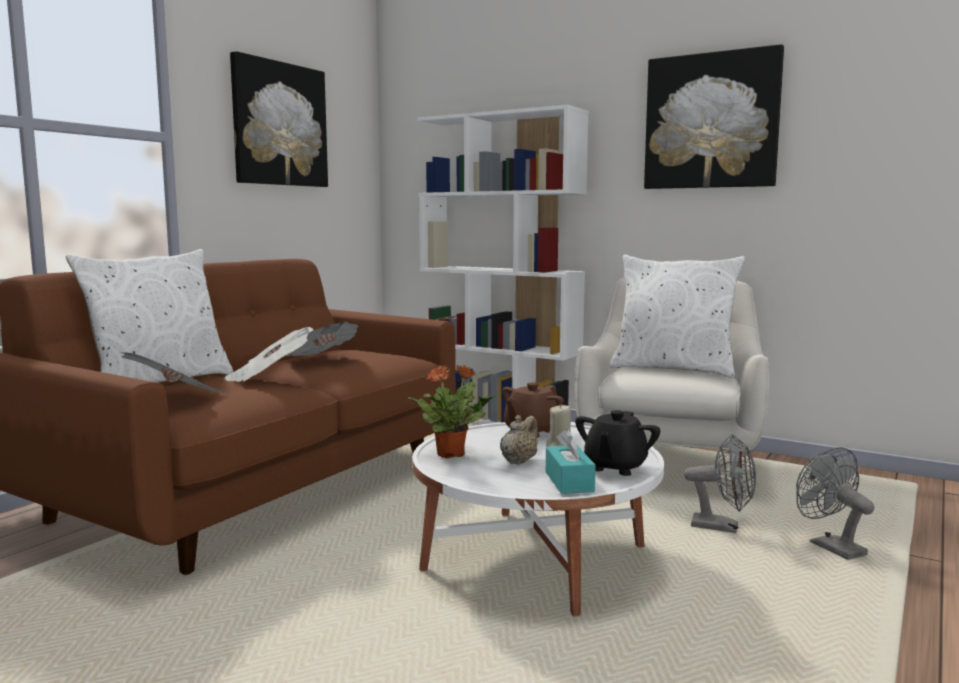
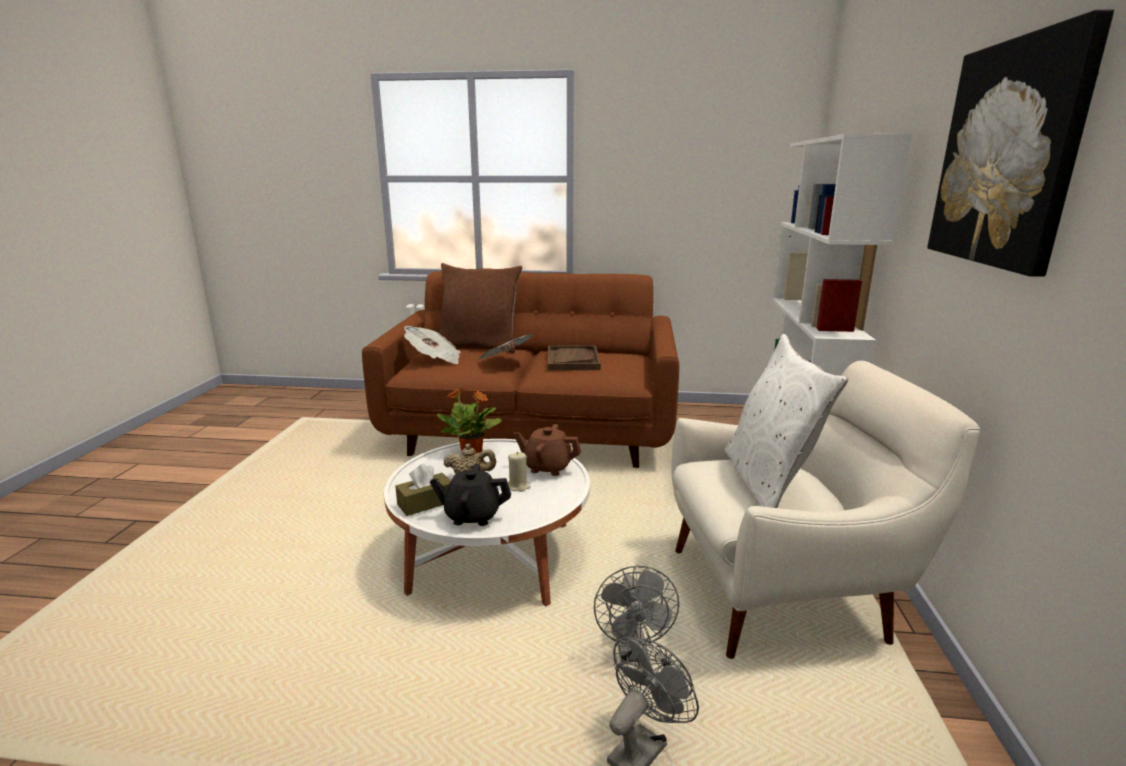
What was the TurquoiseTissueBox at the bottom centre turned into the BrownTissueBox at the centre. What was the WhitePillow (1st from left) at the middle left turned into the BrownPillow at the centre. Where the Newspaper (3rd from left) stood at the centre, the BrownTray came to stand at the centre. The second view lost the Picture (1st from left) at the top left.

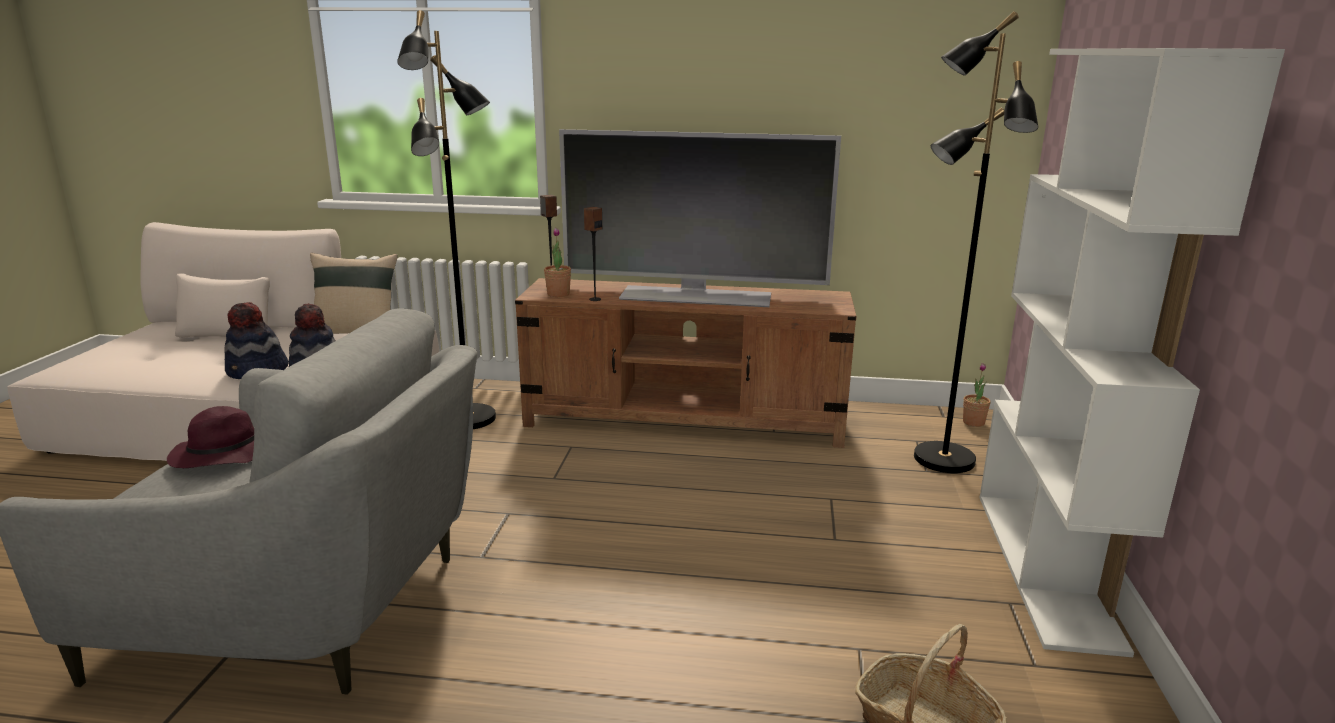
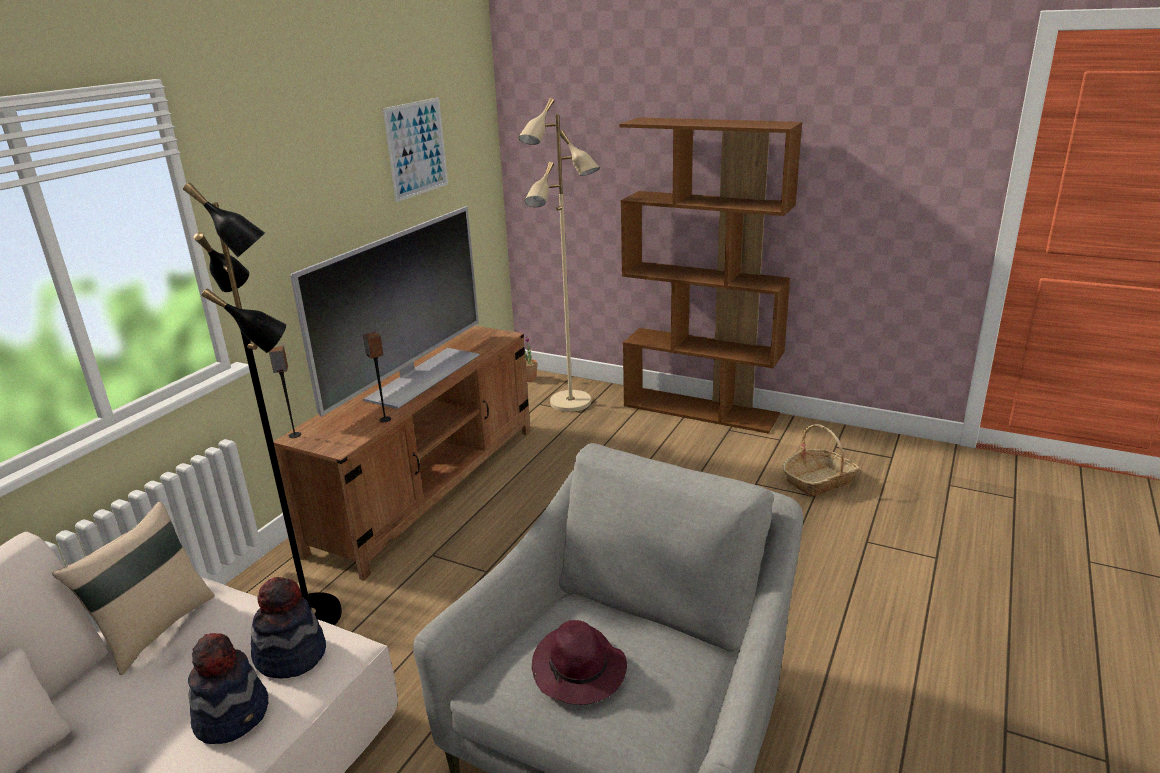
The second view gained the Picture at the top centre. What was the BlackFloorLamp (2nd from left) at the middle right turned into the BeigeFloorLamp at the top centre. What was the WhiteBookcase at the middle right turned into the BrownBookcase at the centre. The second view lost the PottedPlant (1st from left) at the centre.

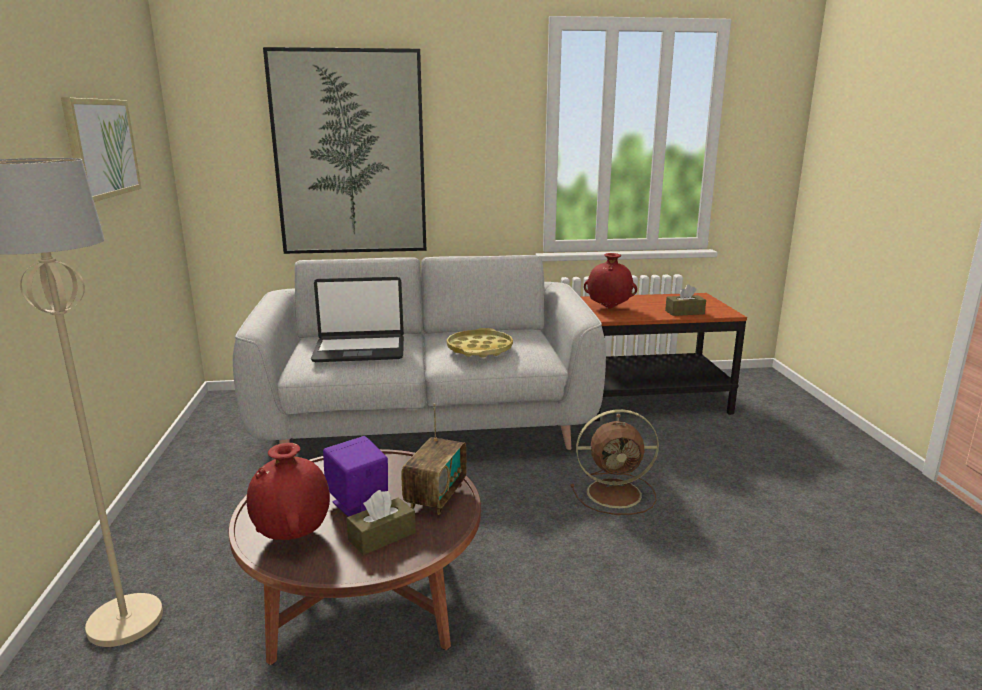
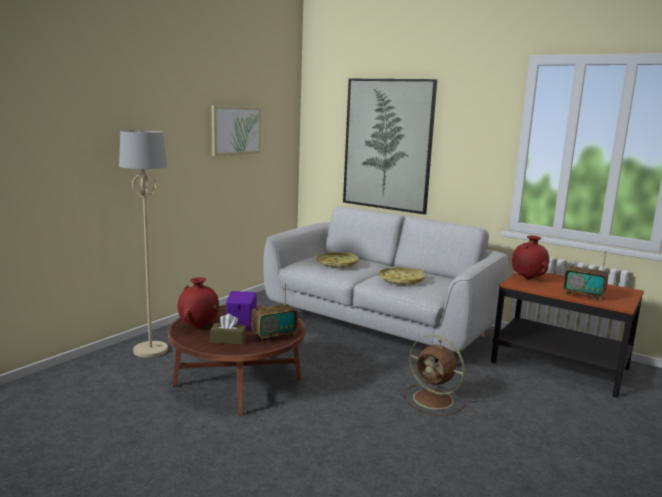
Where the Laptop stood at the centre, the YellowTray (1st from left) came to stand at the centre. Where the BrownTissueBox (2nd from left) stood at the middle right, the Radio (2nd from left) came to stand at the middle right.

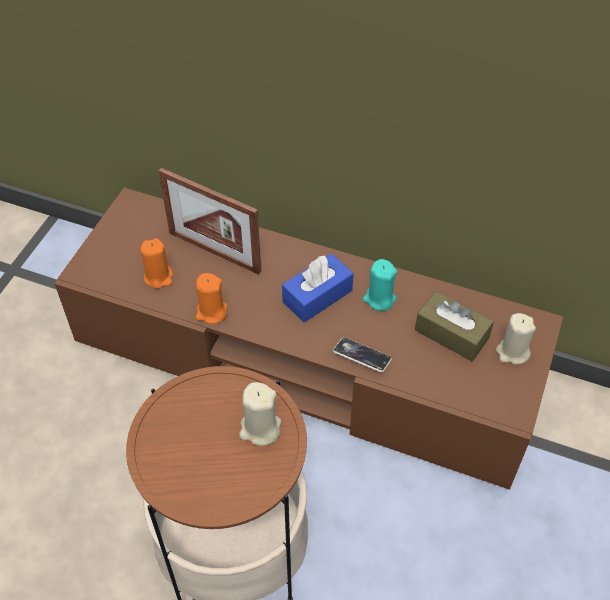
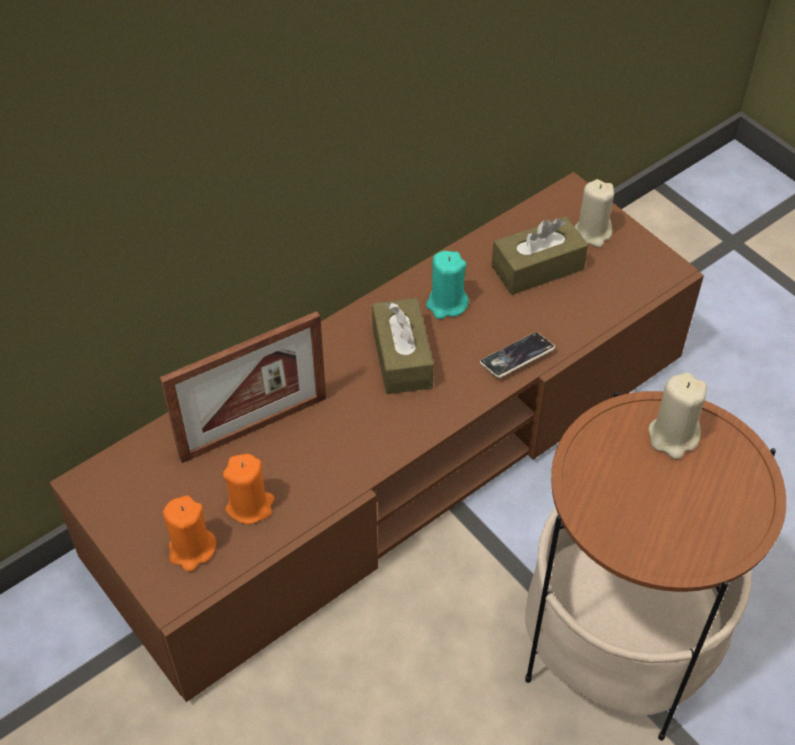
The OrangeCandle (2nd from left in the first image) ended up elsewhere, having gone from the centre to the bottom left. What was the BlueTissueBox at the centre turned into the BrownTissueBox (1st from left) at the centre.

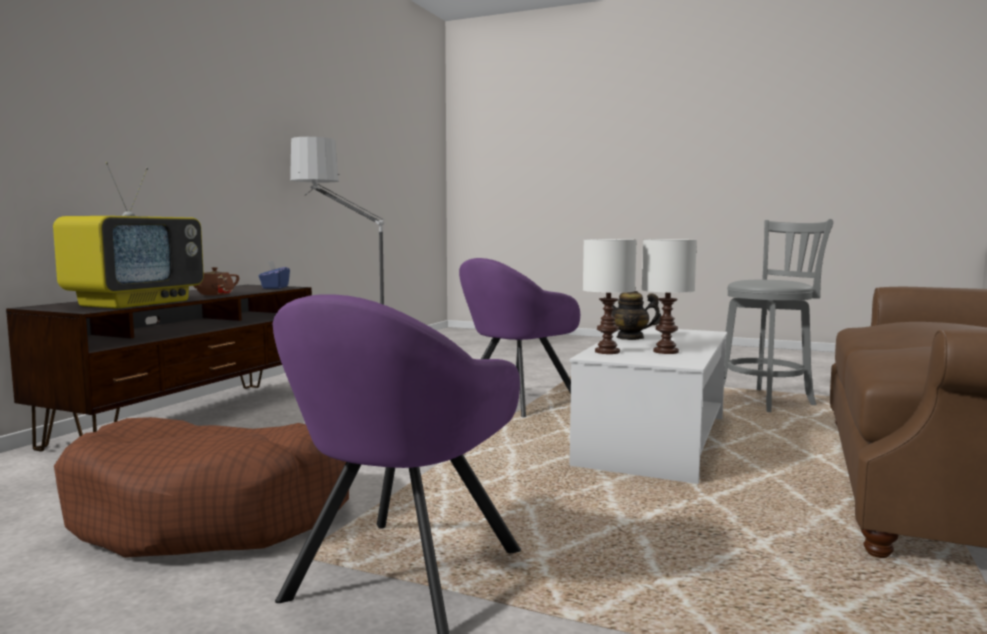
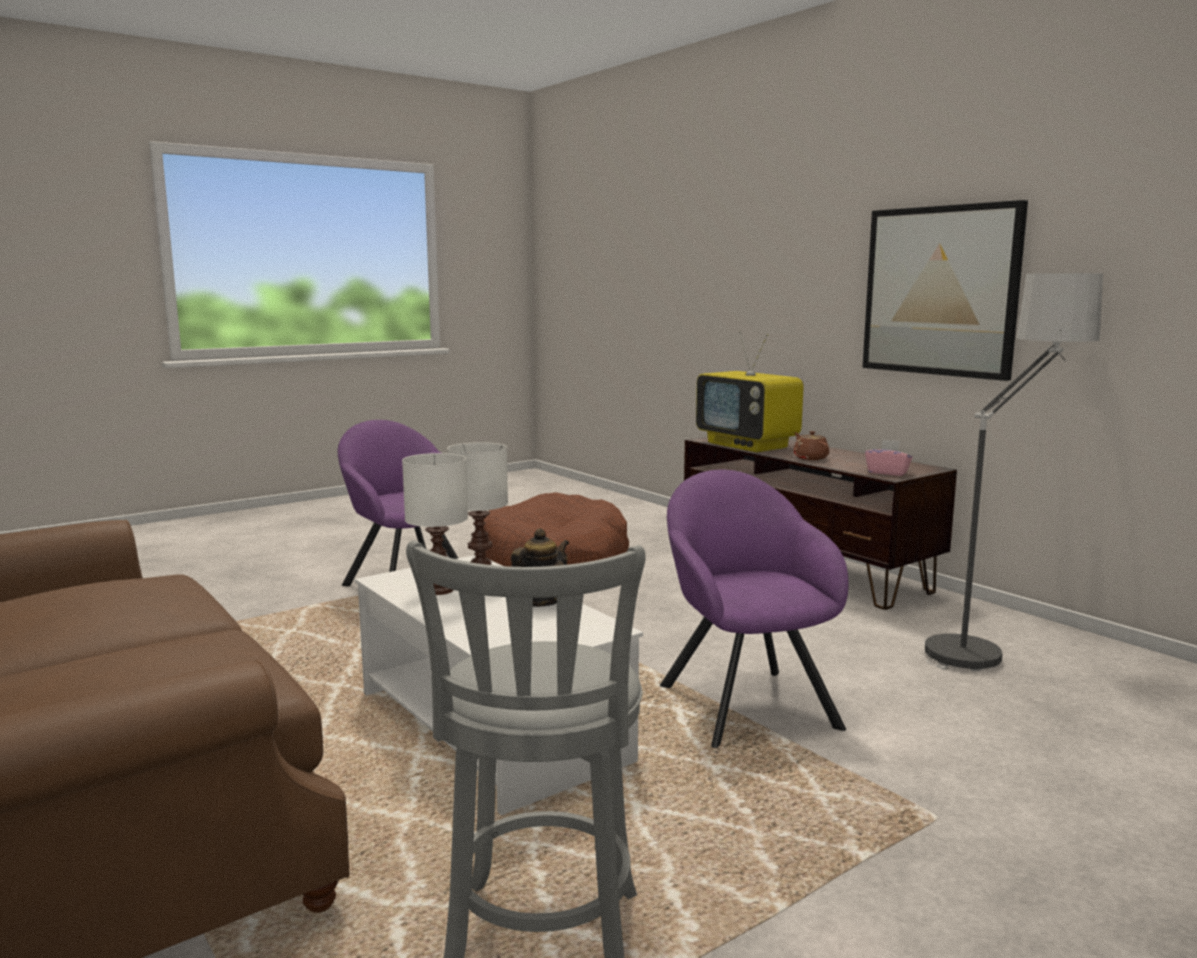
The second view gained the Picture at the top right. What was the BlueTissueBox at the middle left turned into the PinkTissueBox at the middle right.

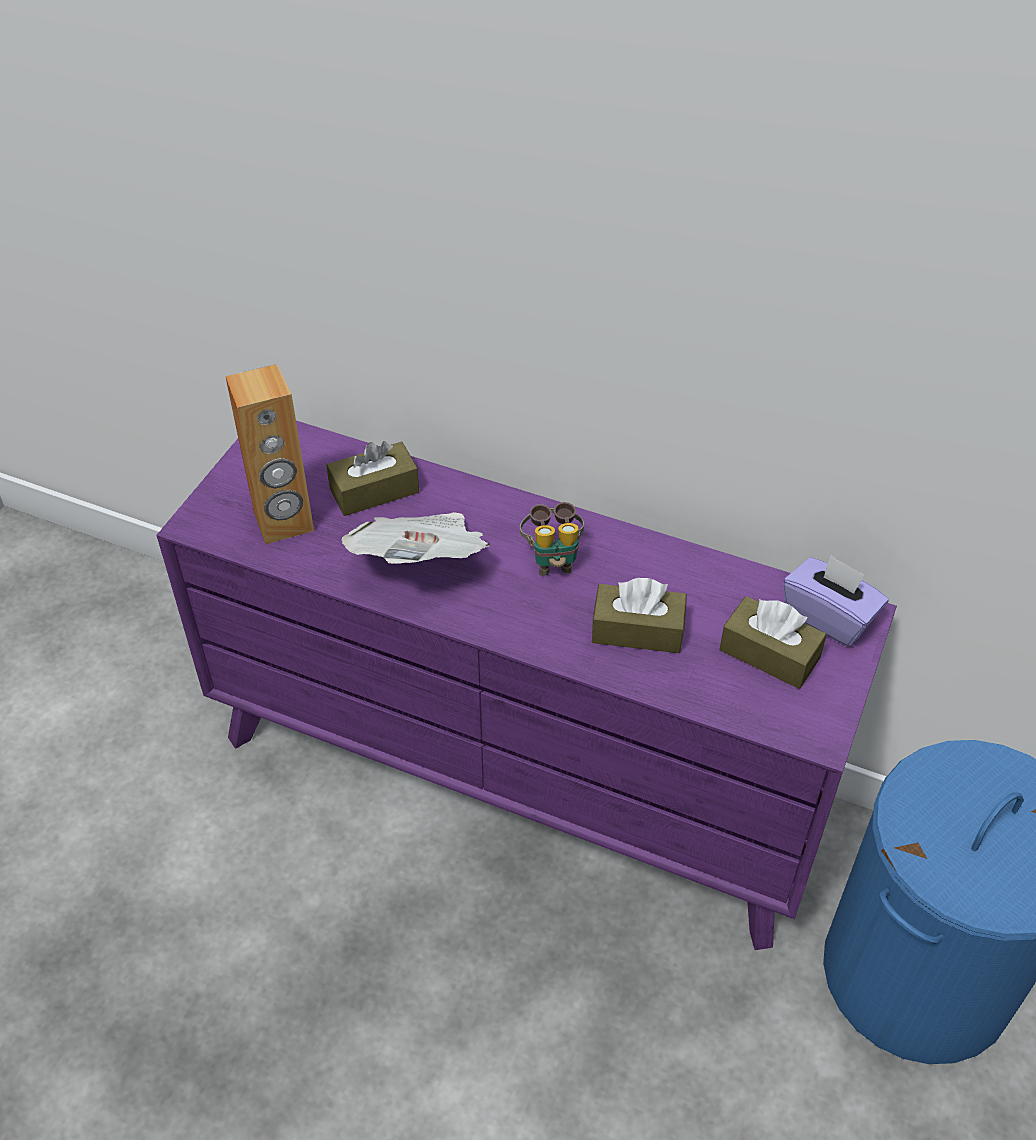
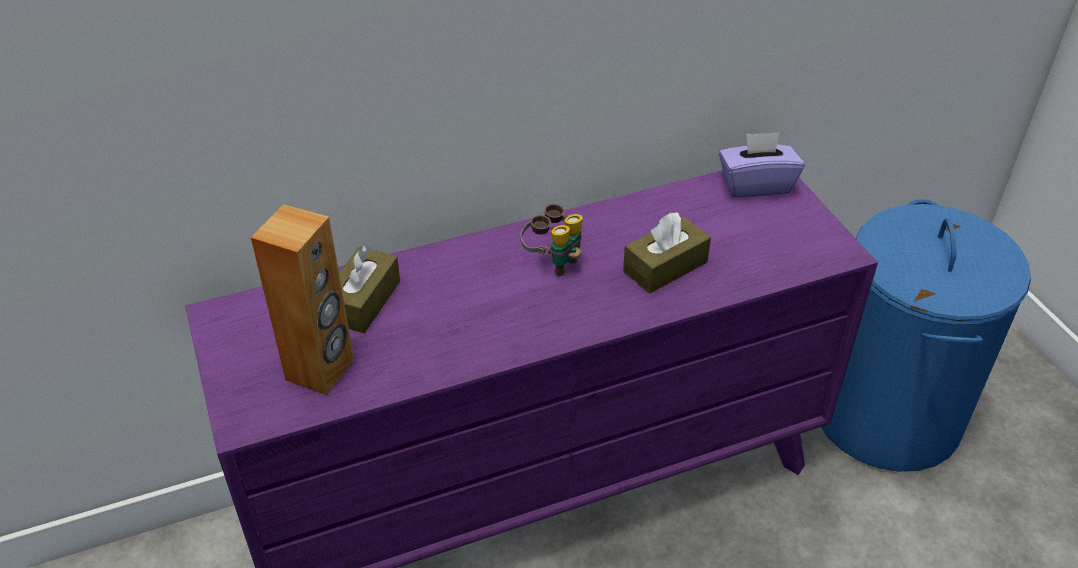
The second view lost the Newspaper at the centre. The second view lost the BrownTissueBox (3rd from left) at the middle right.

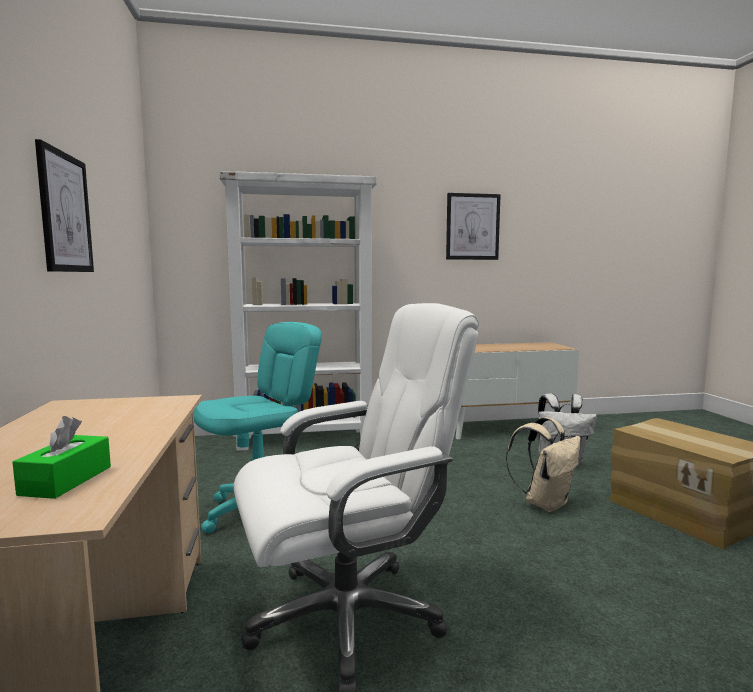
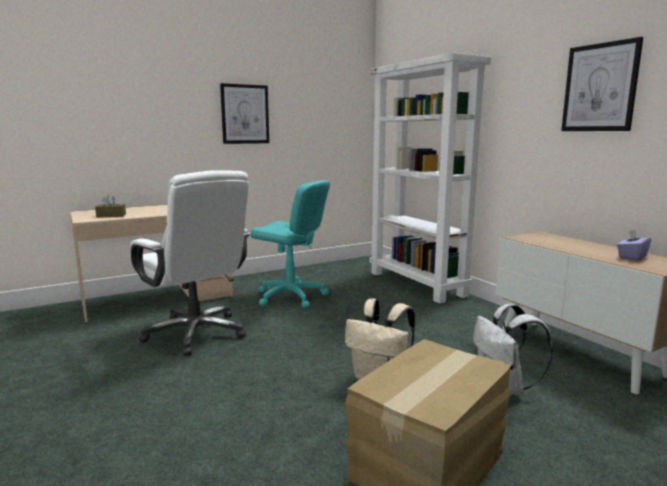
What was the GreenTissueBox at the middle left turned into the BrownTissueBox at the middle left. The second view gained the PurpleTissueBox at the middle right.

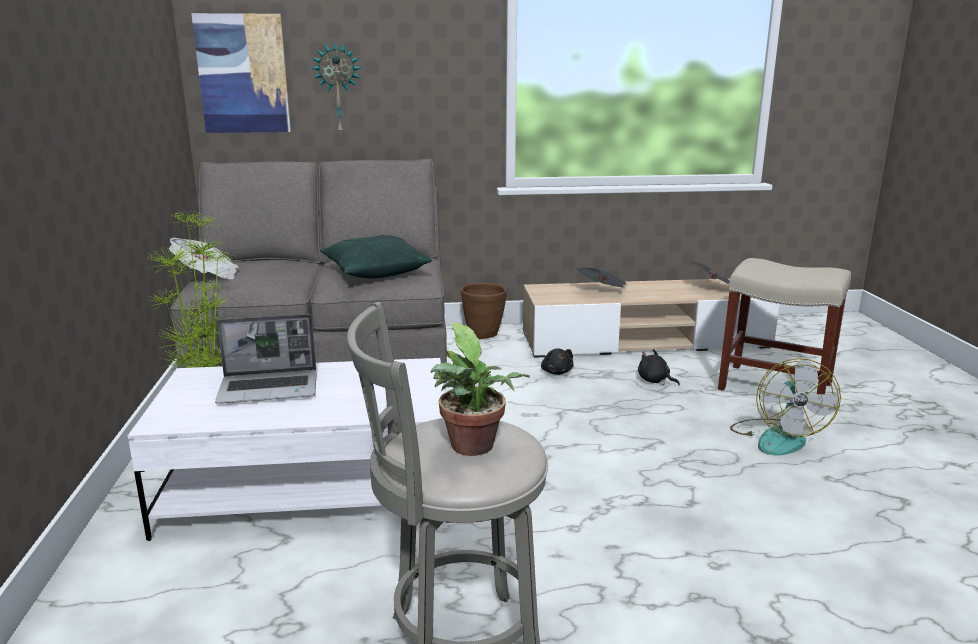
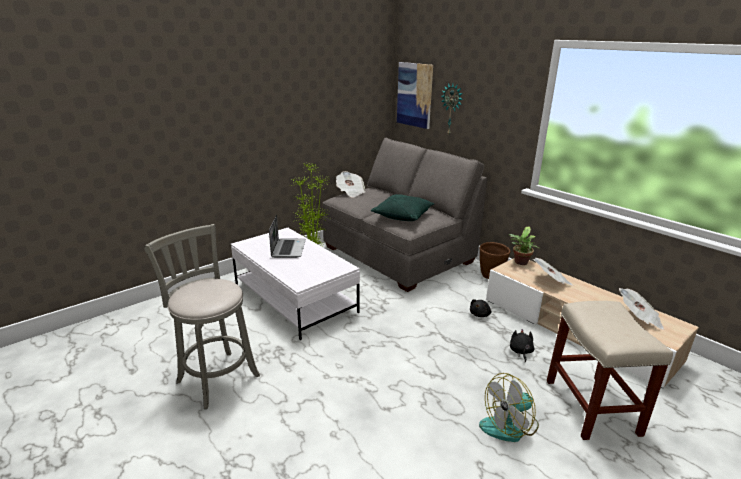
The Laptop at the middle left ended up facing another way, 135 degrees counterclockwise from before. The PottedPlant (2nd from left) ended up elsewhere, having gone from the centre to the middle right.

